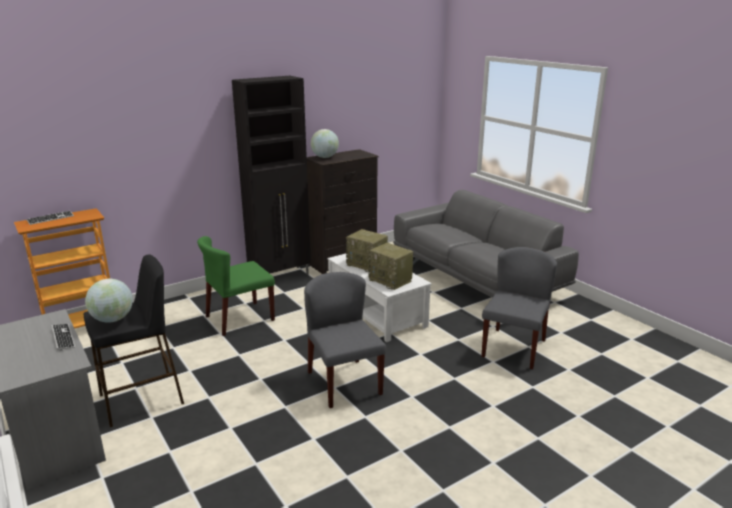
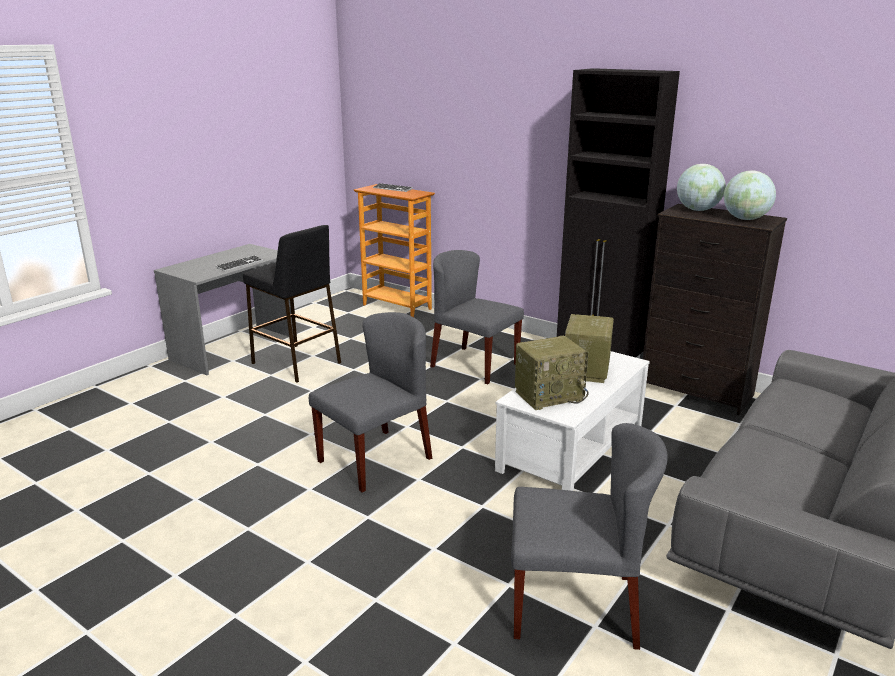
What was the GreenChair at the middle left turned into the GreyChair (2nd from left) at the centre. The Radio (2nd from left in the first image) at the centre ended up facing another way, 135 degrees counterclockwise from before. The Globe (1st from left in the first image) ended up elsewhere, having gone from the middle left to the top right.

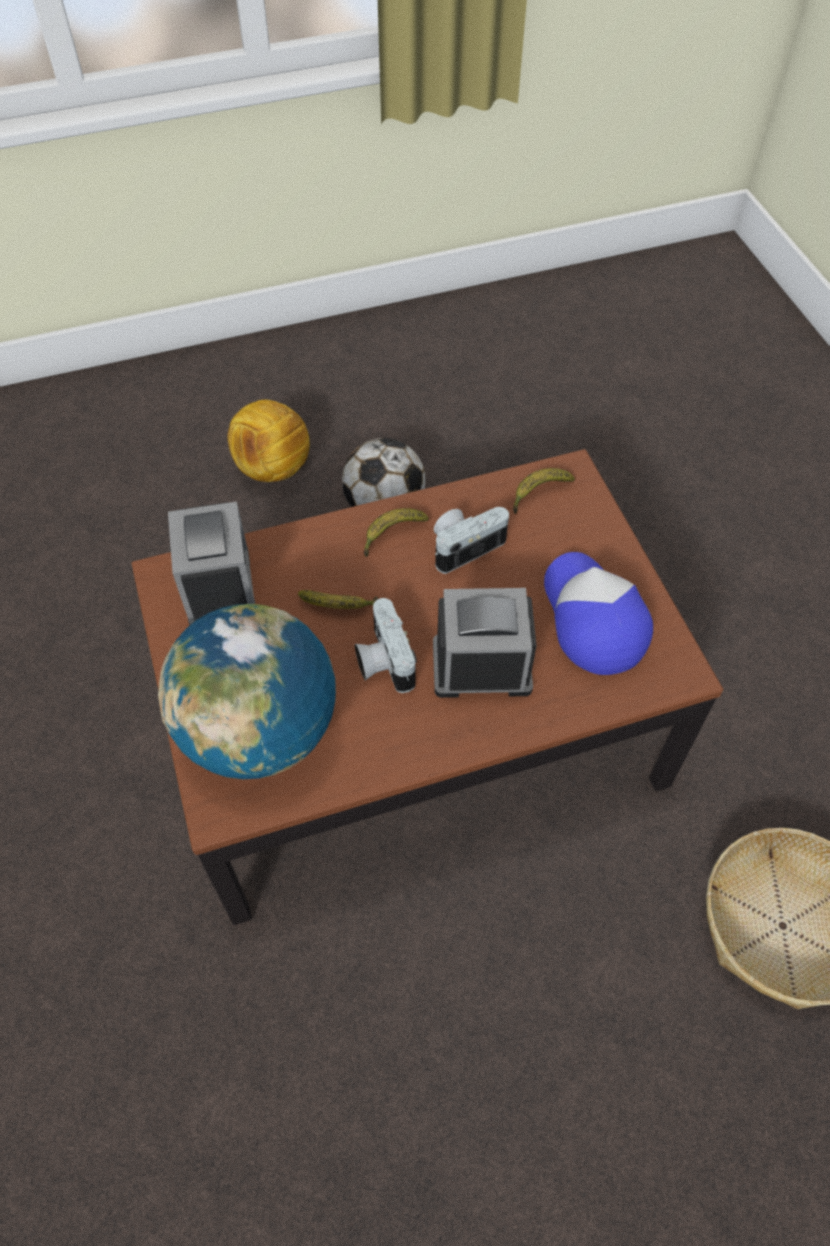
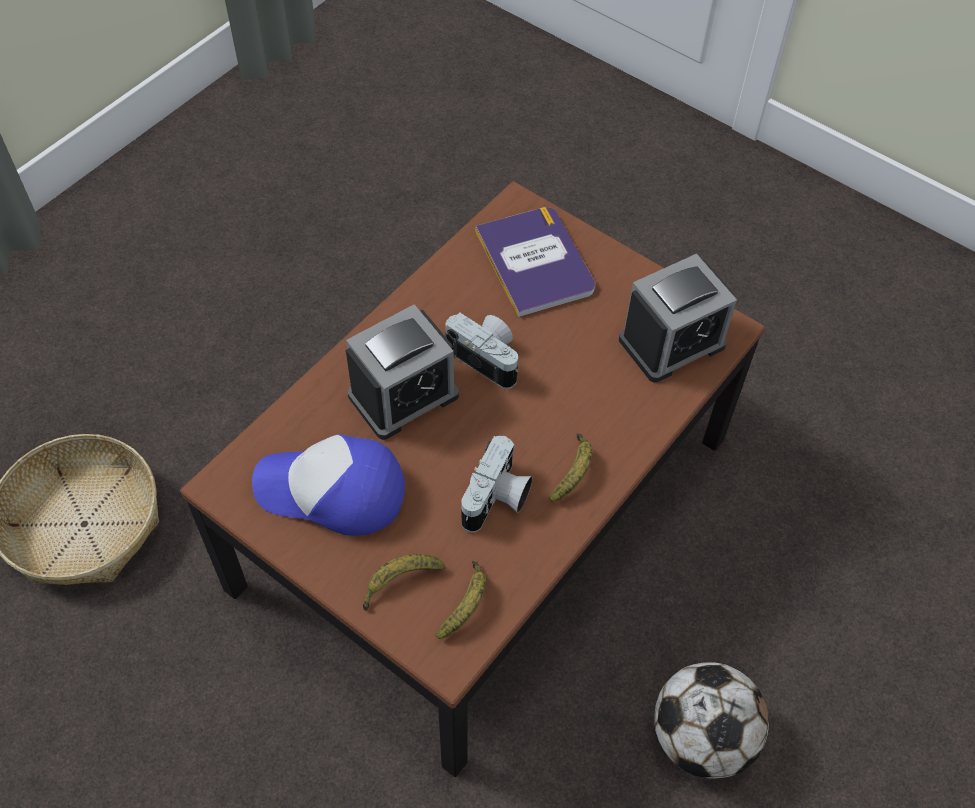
The Cap at the middle right ended up facing another way, 150 degrees clockwise from before. The Banana (1st from left) ended up elsewhere, having gone from the centre to the bottom centre. Where the Globe stood at the middle left, the Book came to stand at the top centre. The AlarmClock (1st from left in the first image) at the middle left ended up facing another way, 75 degrees counterclockwise from before. The second view lost the Football (1st from left) at the middle left.

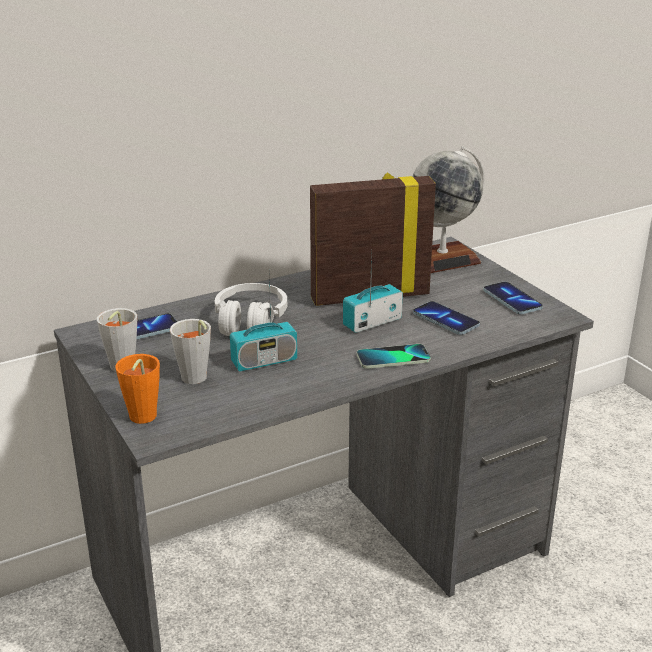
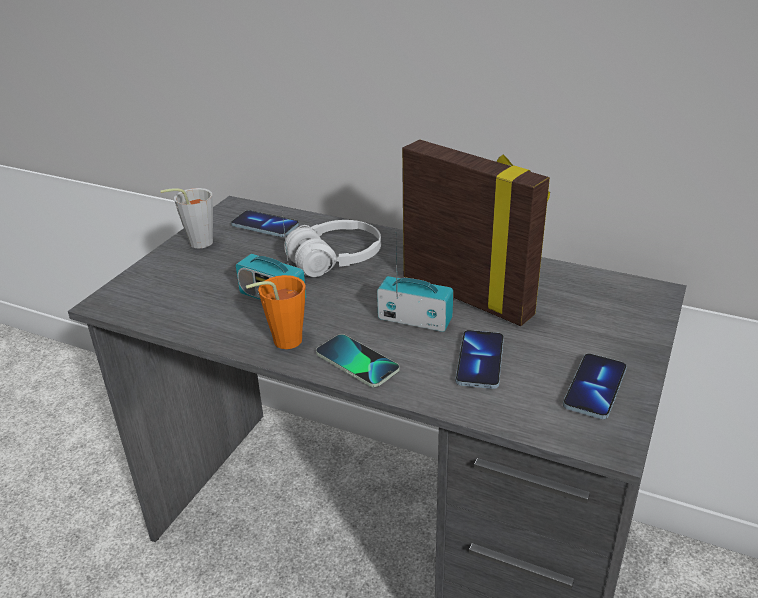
The OrangeCup ended up elsewhere, having gone from the middle left to the centre. The second view lost the GreyCup (2nd from left) at the middle left. The second view lost the Globe at the top right.

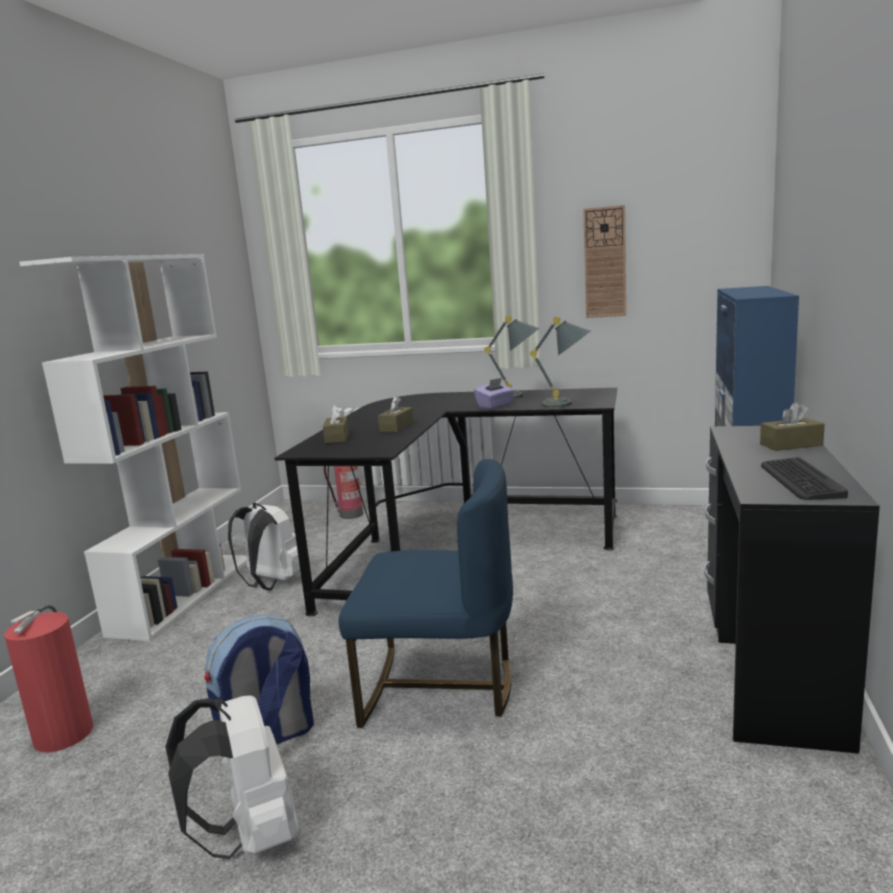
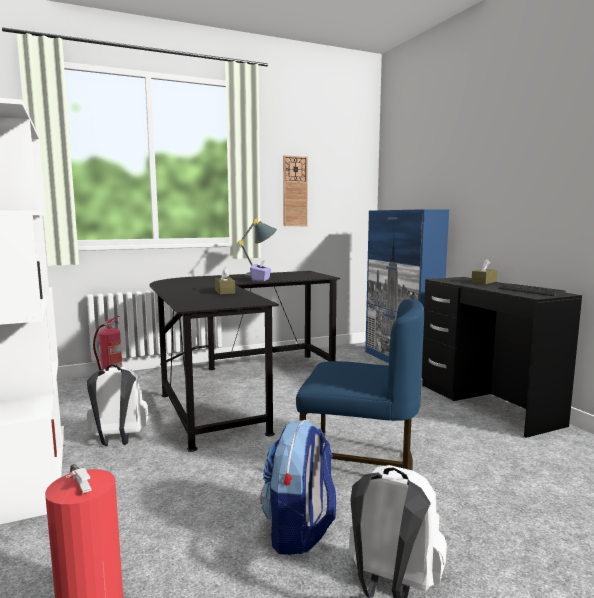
The BlueChair at the centre ended up facing another way, 45 degrees clockwise from before. The second view lost the BrownTissueBox (1st from left) at the centre. The second view lost the GreyTableLamp (2nd from left) at the centre.

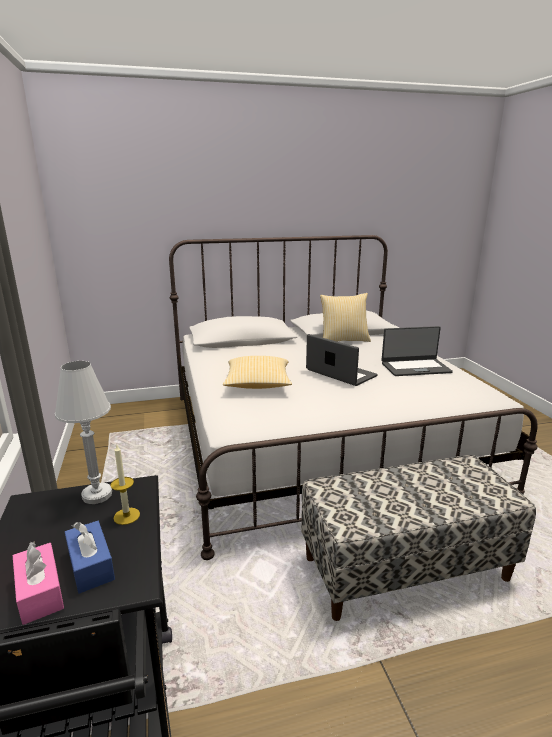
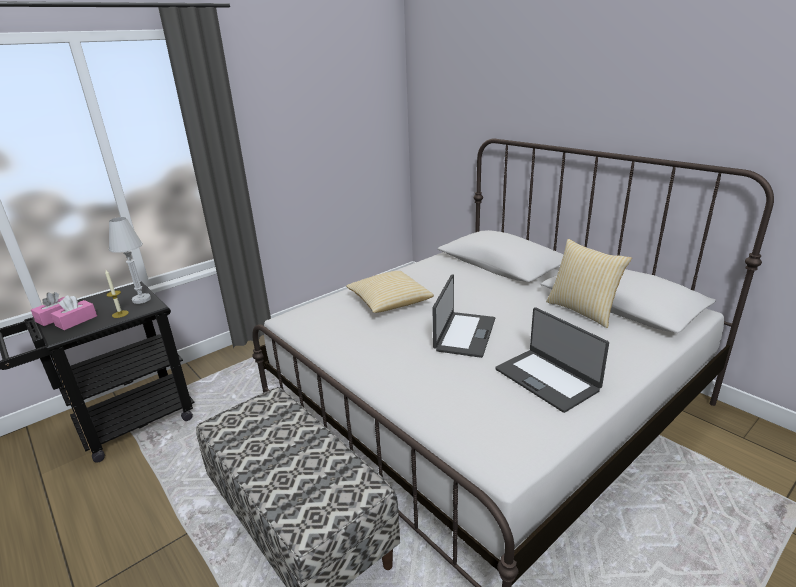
What was the BlueTissueBox at the bottom left turned into the PinkTissueBox (2nd from left) at the middle left.

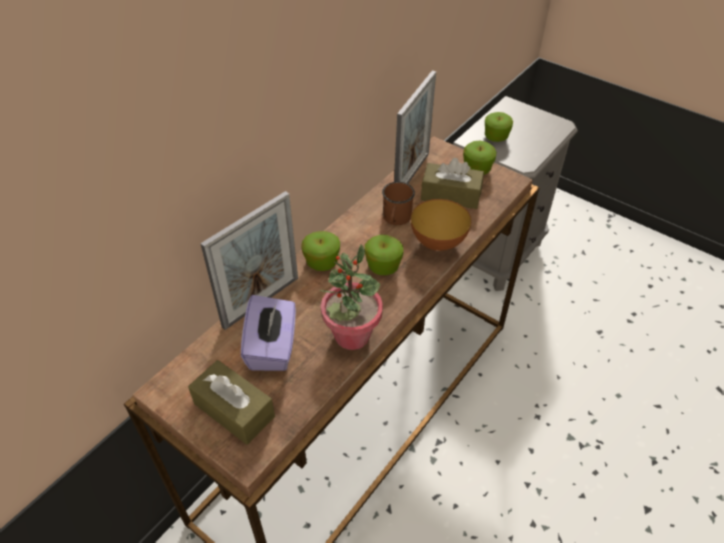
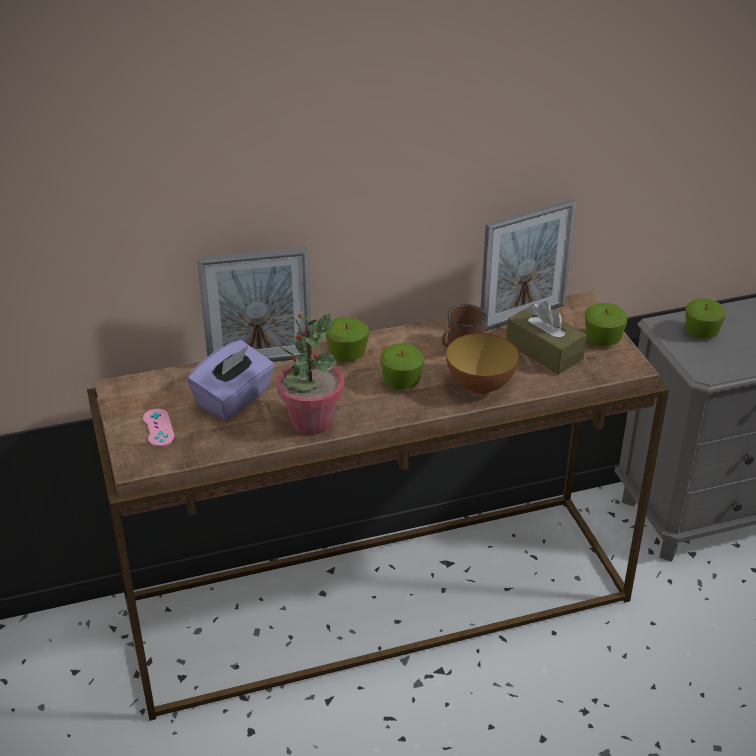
Where the BrownTissueBox (1st from left) stood at the bottom left, the PinkGameController came to stand at the middle left.

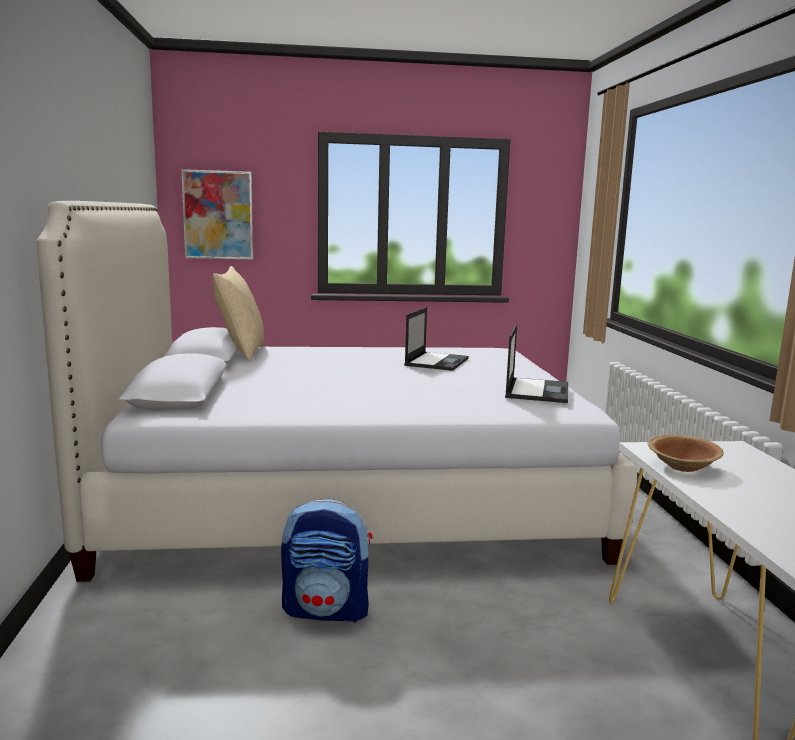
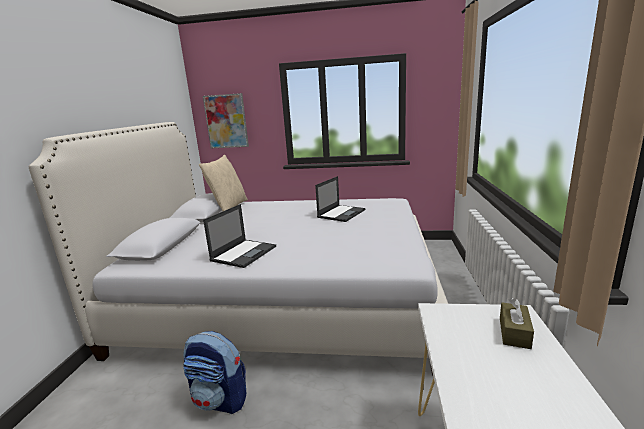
The Laptop (2nd from left in the first image) ended up elsewhere, having gone from the middle right to the centre. The second view gained the BrownTissueBox at the bottom right. The second view lost the BrownBowl at the middle right.

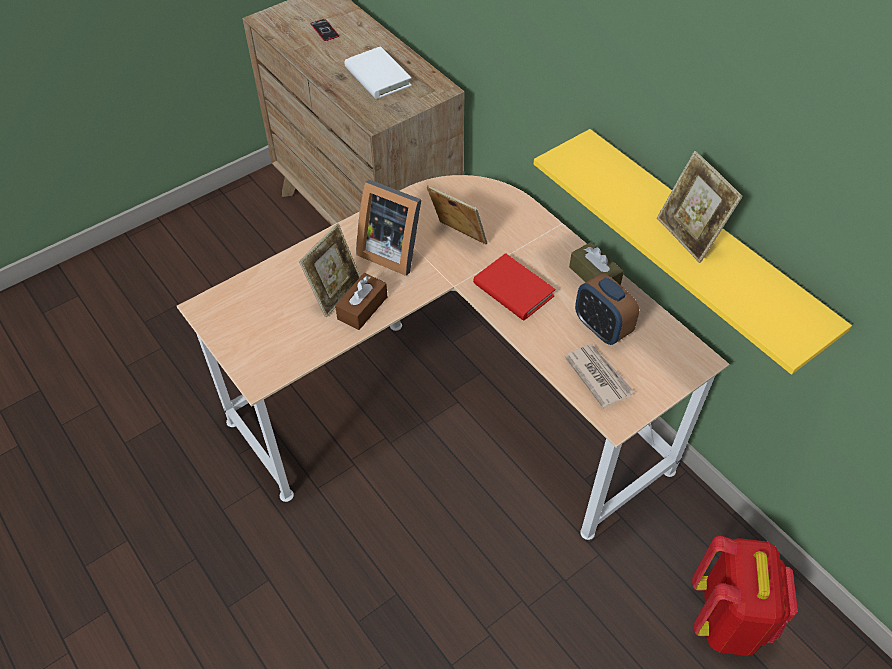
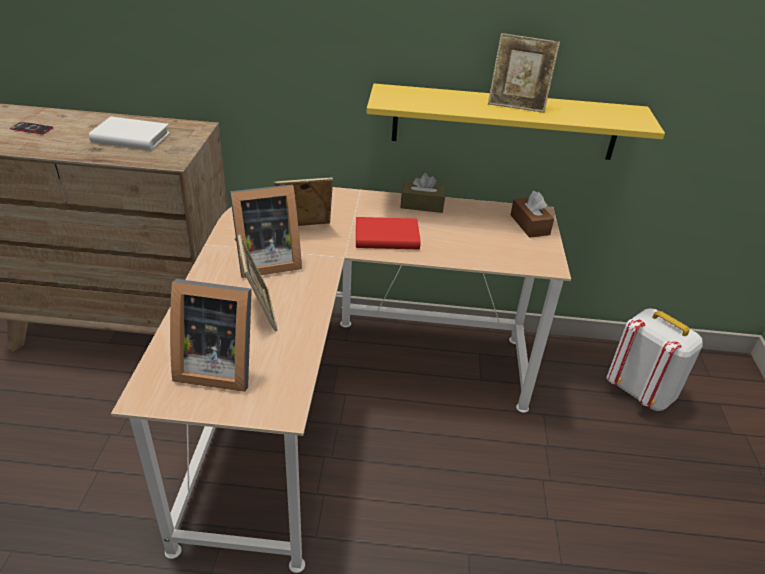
The second view gained the PictureFrame (1st from left) at the middle left. The BrownTissueBox (1st from left in the first image) ended up elsewhere, having gone from the centre to the middle right. What was the RedBackpack at the bottom right turned into the WhiteBackpack at the middle right. The second view lost the Newspaper at the middle right. The second view lost the AlarmClock at the middle right.

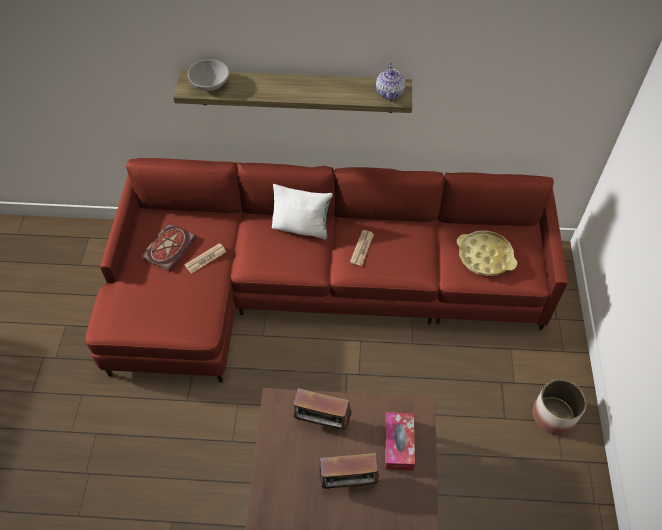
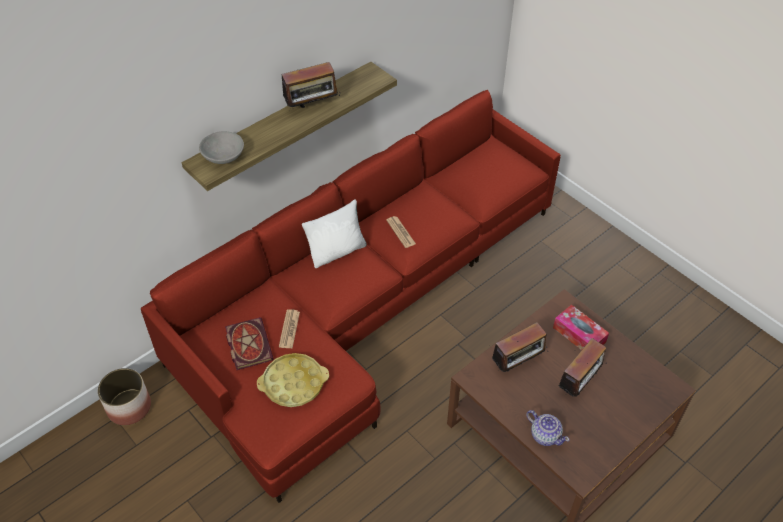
The Planter ended up elsewhere, having gone from the bottom right to the bottom left. The YellowTray ended up elsewhere, having gone from the middle right to the bottom centre. The second view gained the Radio (1st from left) at the top centre. The Teapot ended up elsewhere, having gone from the top centre to the bottom right.

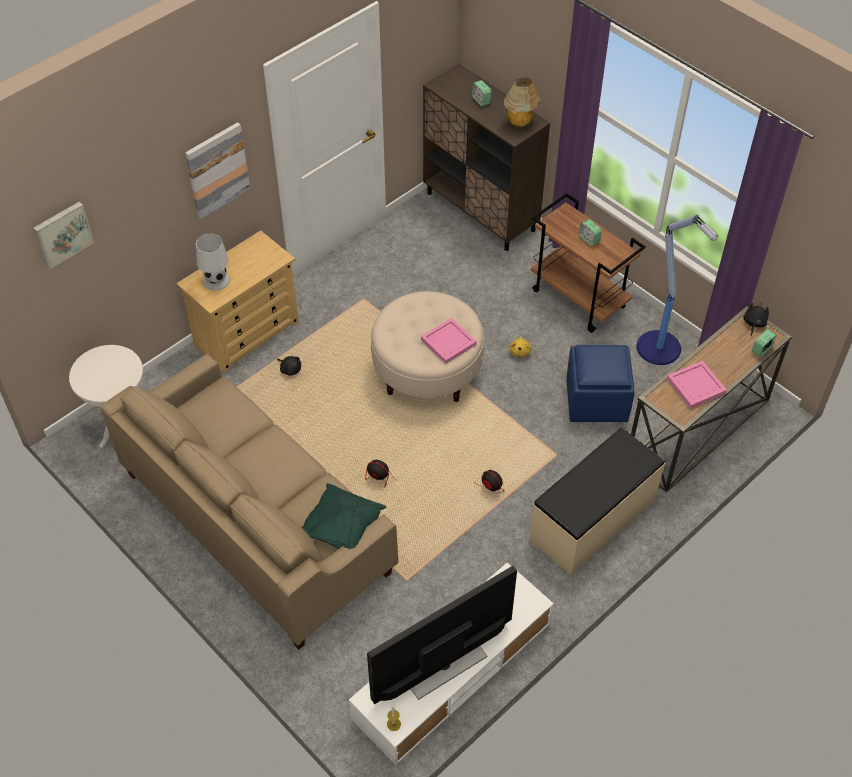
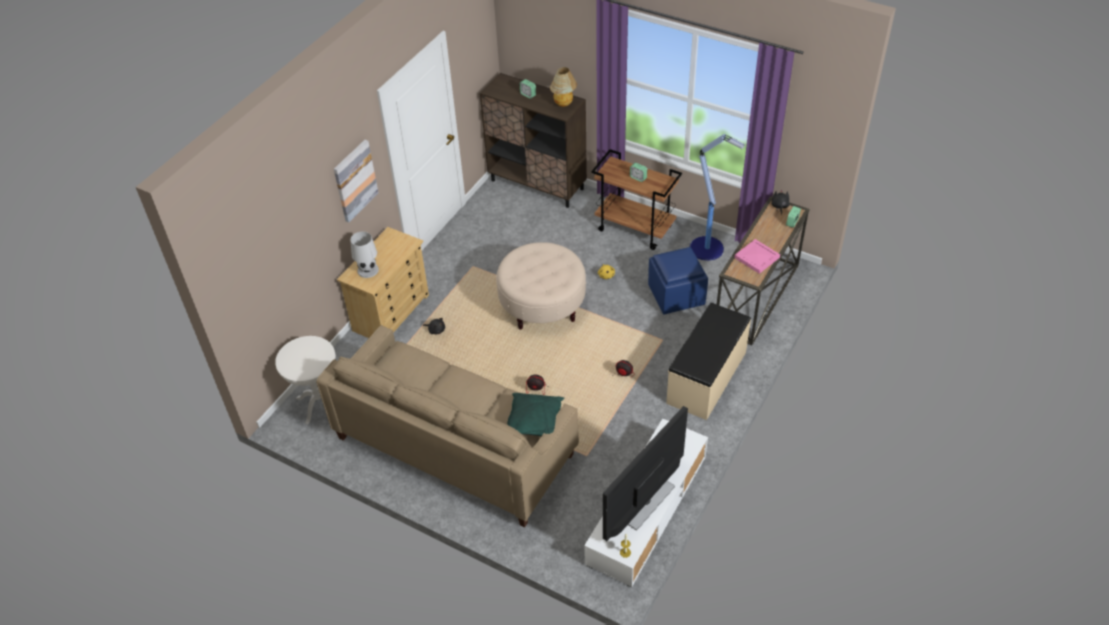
The second view lost the Picture (1st from left) at the top left. The second view lost the PinkTray (1st from left) at the centre.

